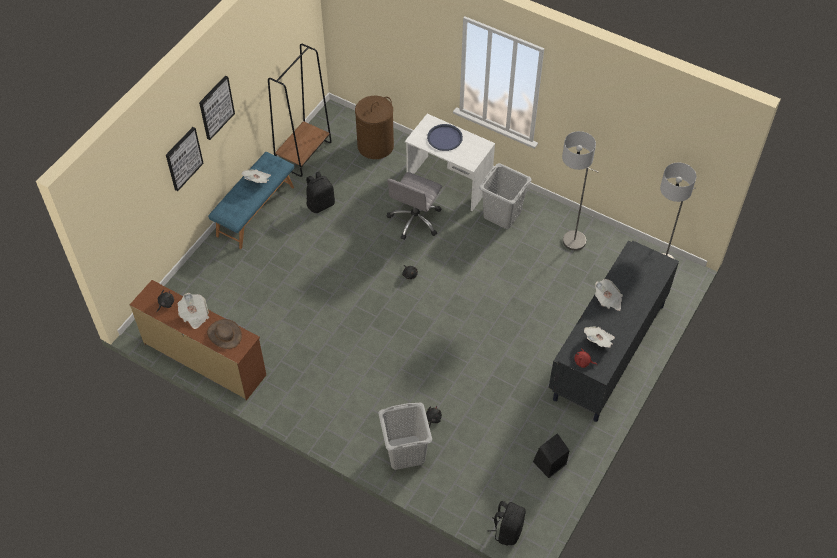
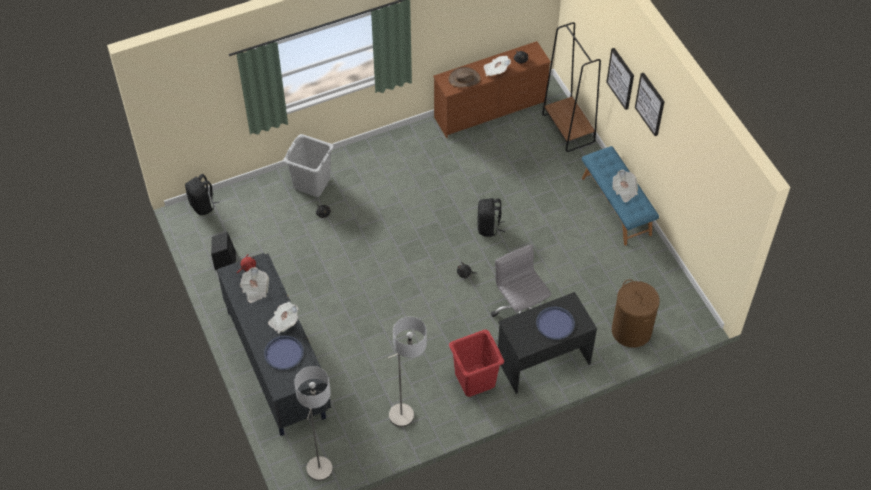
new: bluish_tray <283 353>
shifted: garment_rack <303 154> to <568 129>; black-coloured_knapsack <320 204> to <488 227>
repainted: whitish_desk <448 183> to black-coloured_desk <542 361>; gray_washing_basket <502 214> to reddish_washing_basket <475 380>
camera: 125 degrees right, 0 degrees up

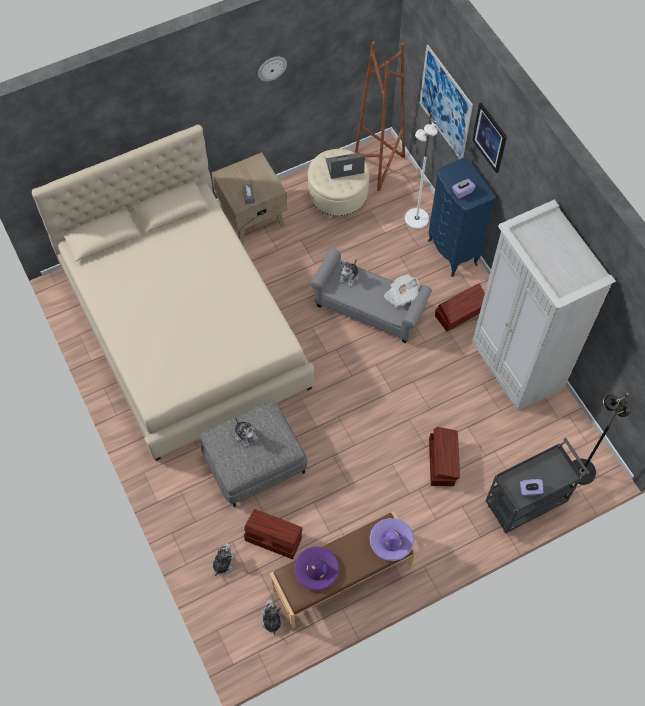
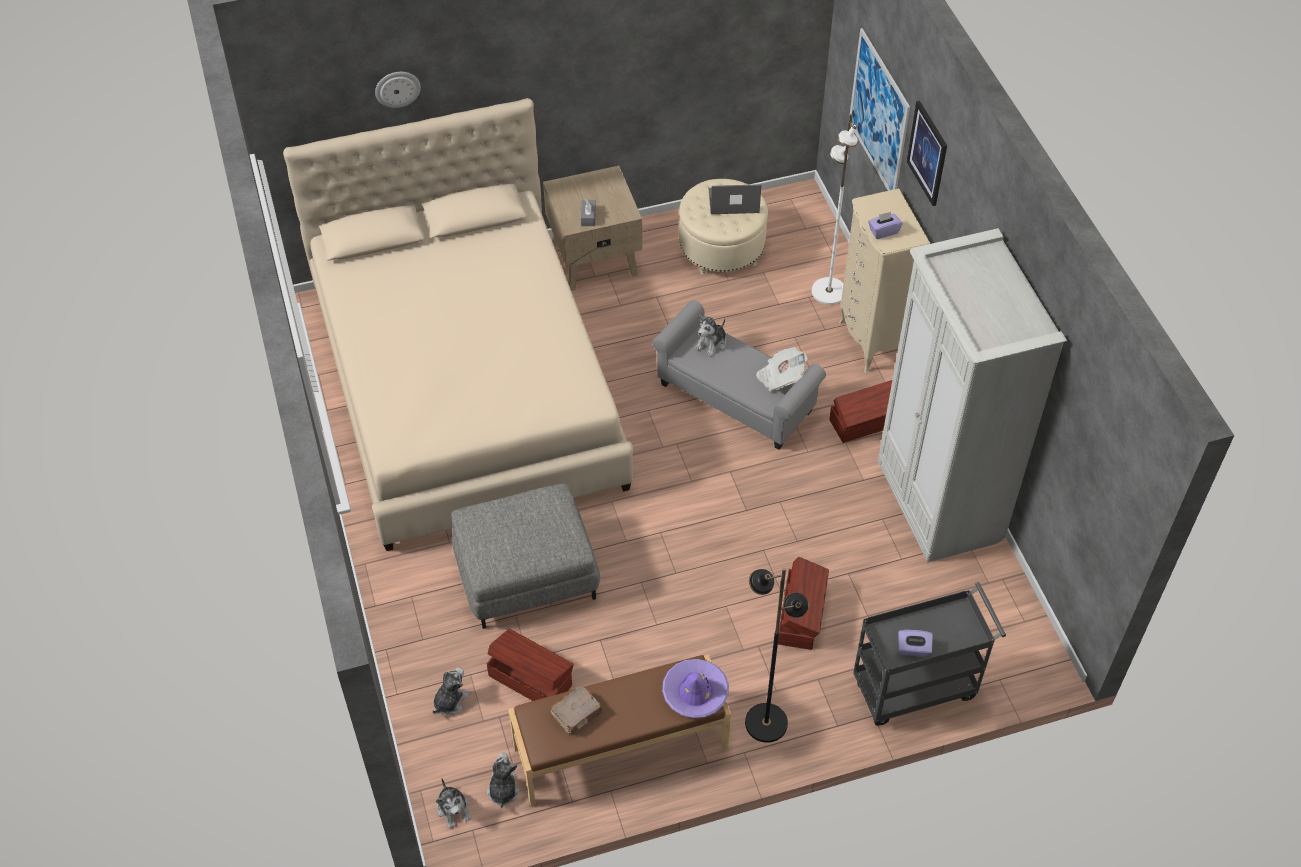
gone: brown-coloured_garment_rack <379 168>
shifted: clock_on_the_wall <271 68> to <397 88>; black-coloured_standing_lamp <581 471> to <765 722>; cuddly_toy <245 434> to <454 809>
swapped: purple_hat <317 570> to brown-coloured_volume <577 714>
repainted: bluish_dresser <450 253> to beige-coloured_dresser <869 342>
camera: 10 degrees right, 10 degrees down

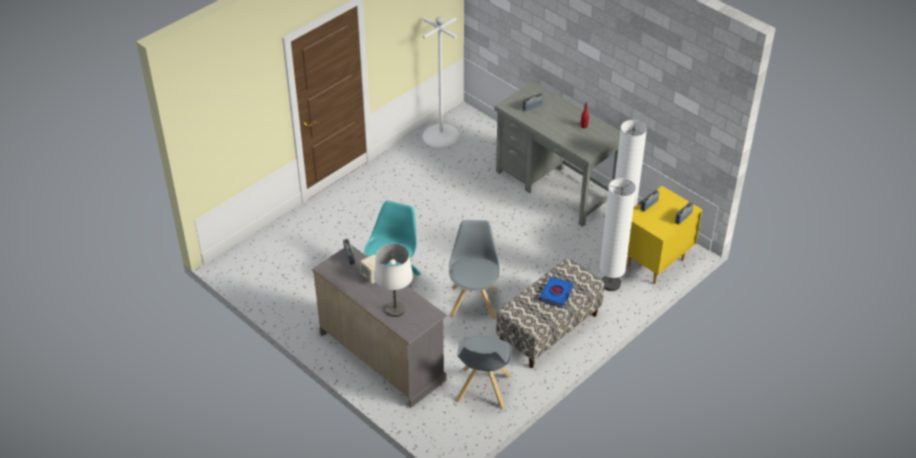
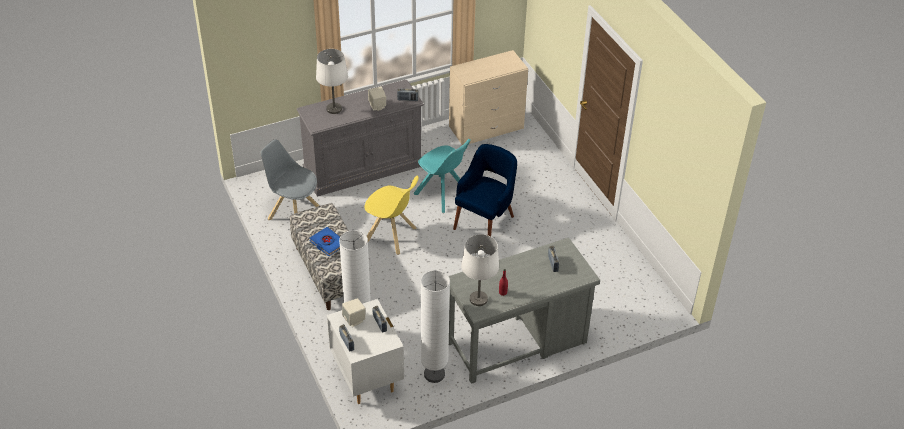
gone: whitish_garment_rack <441 136>
new: beige-coloured_dresser <486 129>; bluish_armchair <485 221>; whitish_tabletop_lamp <478 299>; beige-coloured_audio_speaker <354 320>
repainted: yellowish_bedside_table <654 263> to whitish_bedside_table <367 379>; gray_upright_chair <474 301> to yellowish_upright_chair <391 236>
camera: 110 degrees right, 0 degrees up

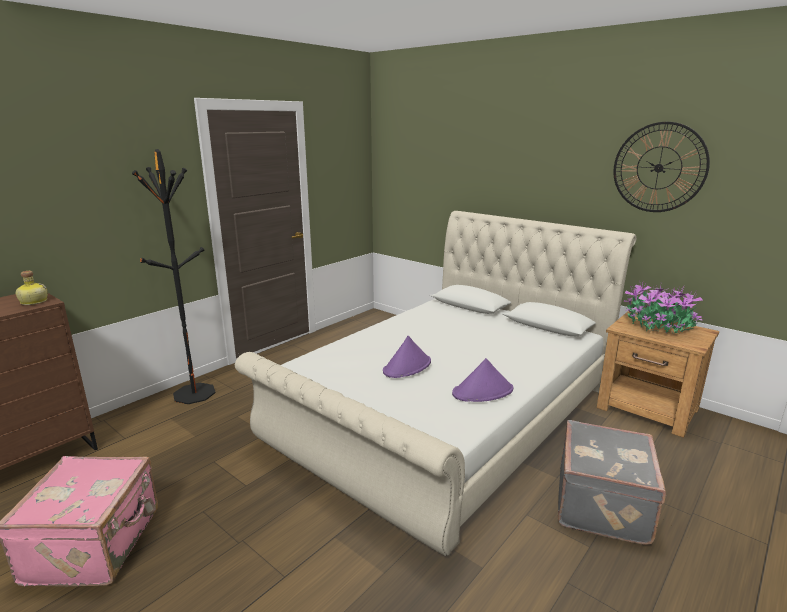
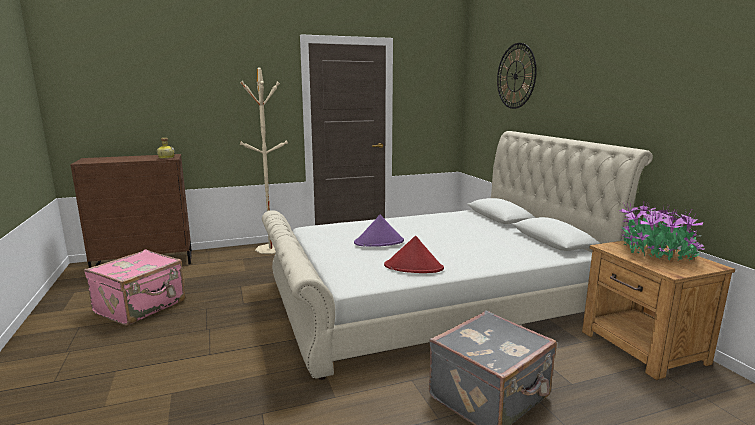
shifted: clock_on_the_wall <659 168> to <515 76>
repainted: black-coloured_garment_rack <194 393> to beige-coloured_garment_rack <270 249>; purple_hat <483 392> to reddish_hat <414 267>
camera: 30 degrees right, 5 degrees down

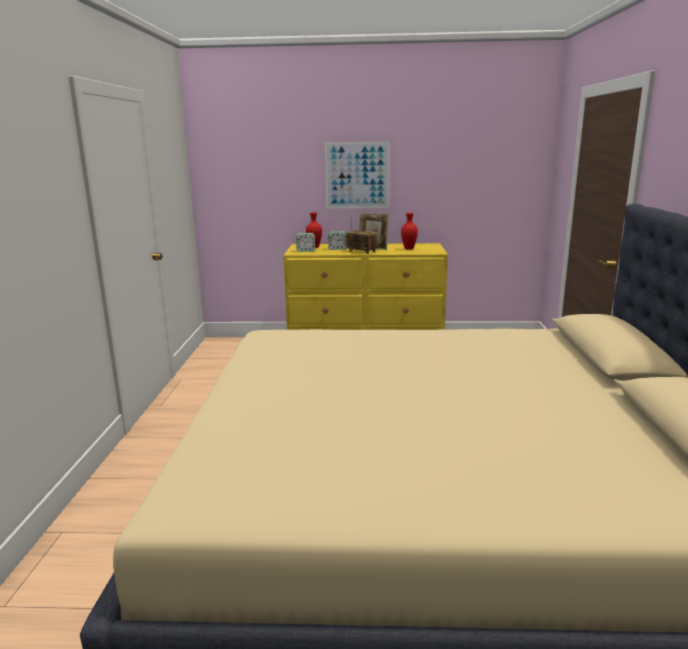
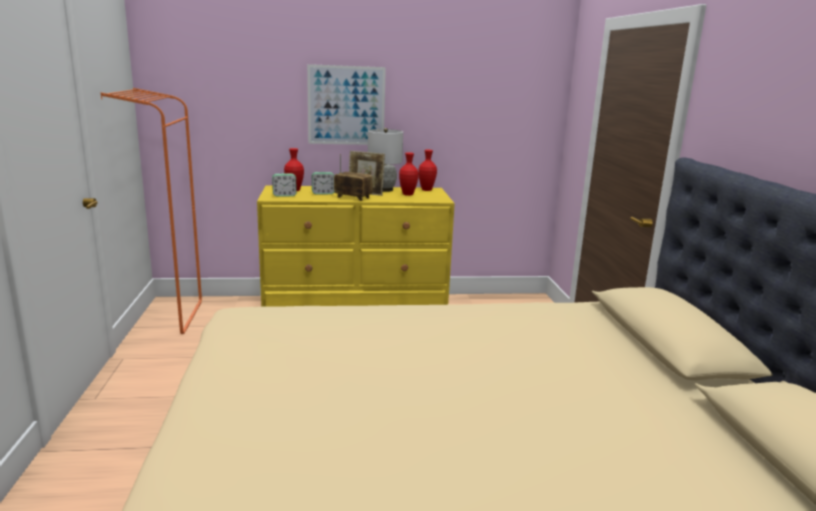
new: orange_garment_rack <169 317>; whitish_tabletop_lamp <384 189>; reddish_flower_vase <426 190>
camera: 10 degrees left, 0 degrees up

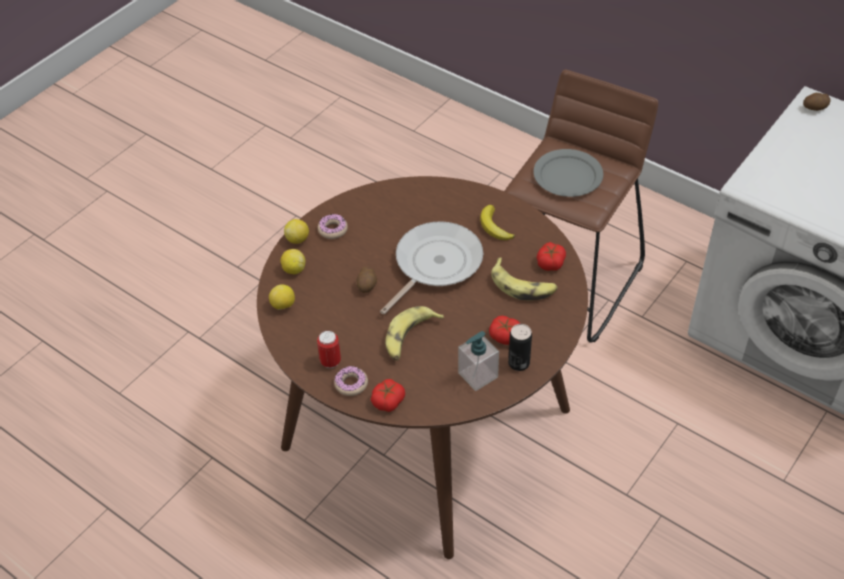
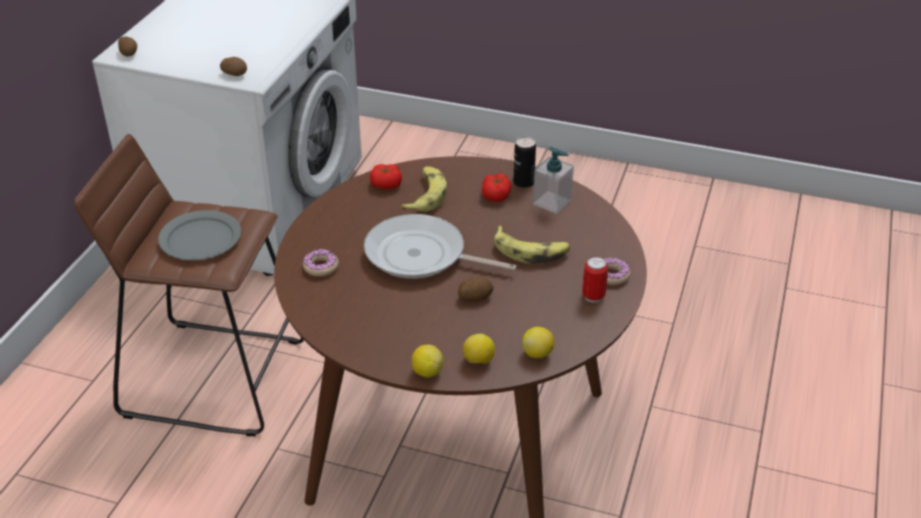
gone: whole_banana <494 227>; tomato <388 401>
new: potato <235 73>
shifted: doughnut <333 230> to <321 267>
camera: 110 degrees left, 10 degrees down

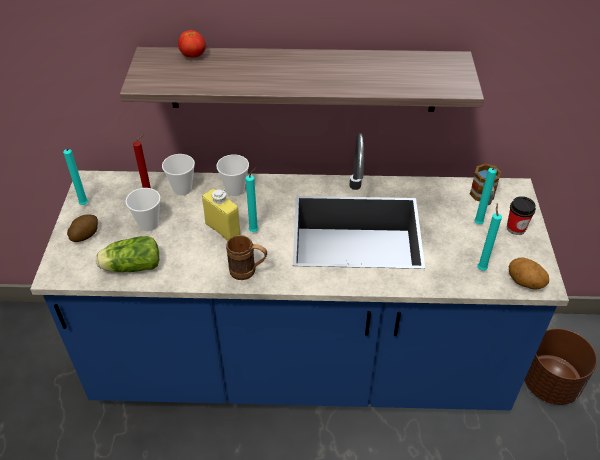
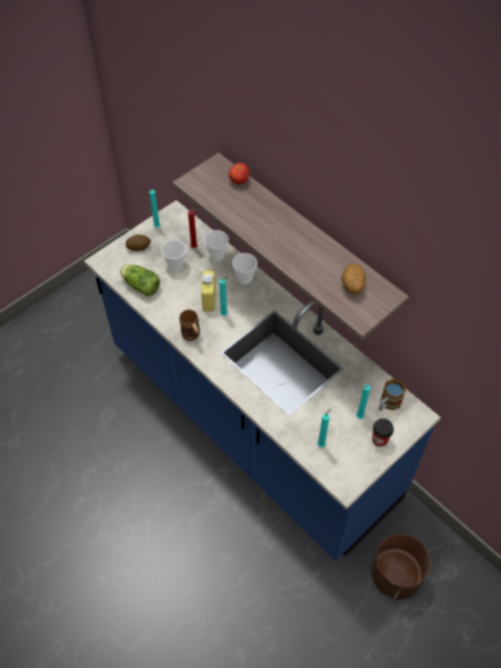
shifted: potato <524 283> to <352 286>
camera: 45 degrees right, 10 degrees up

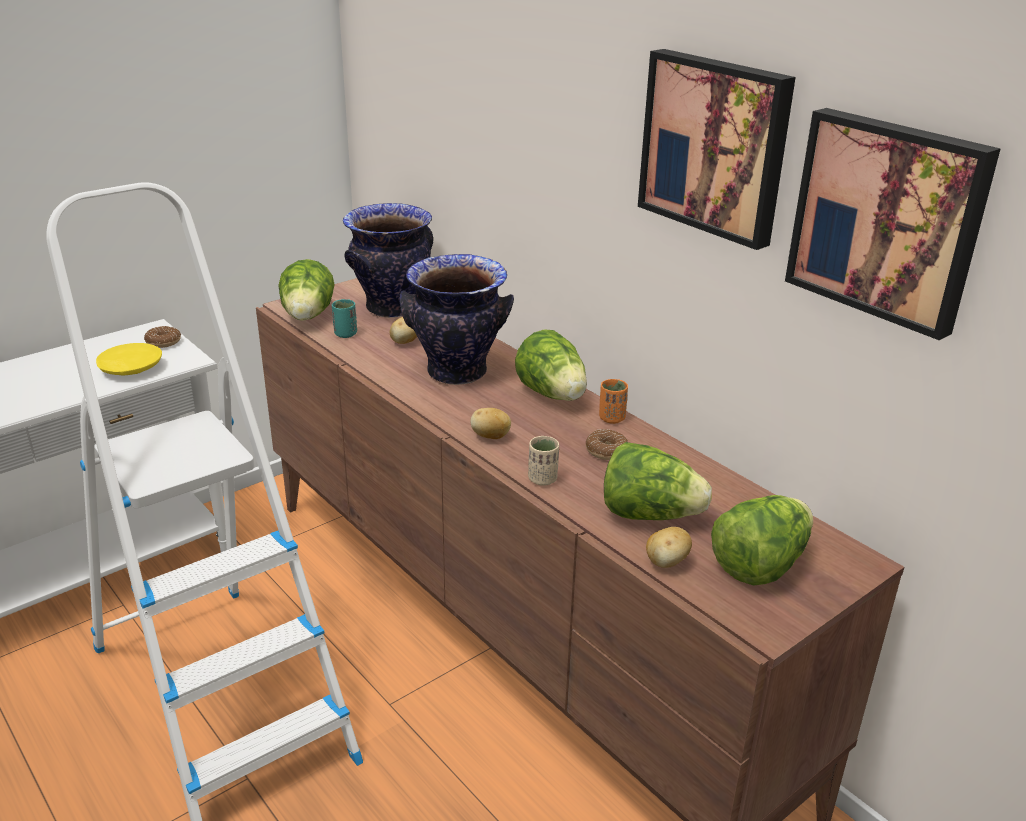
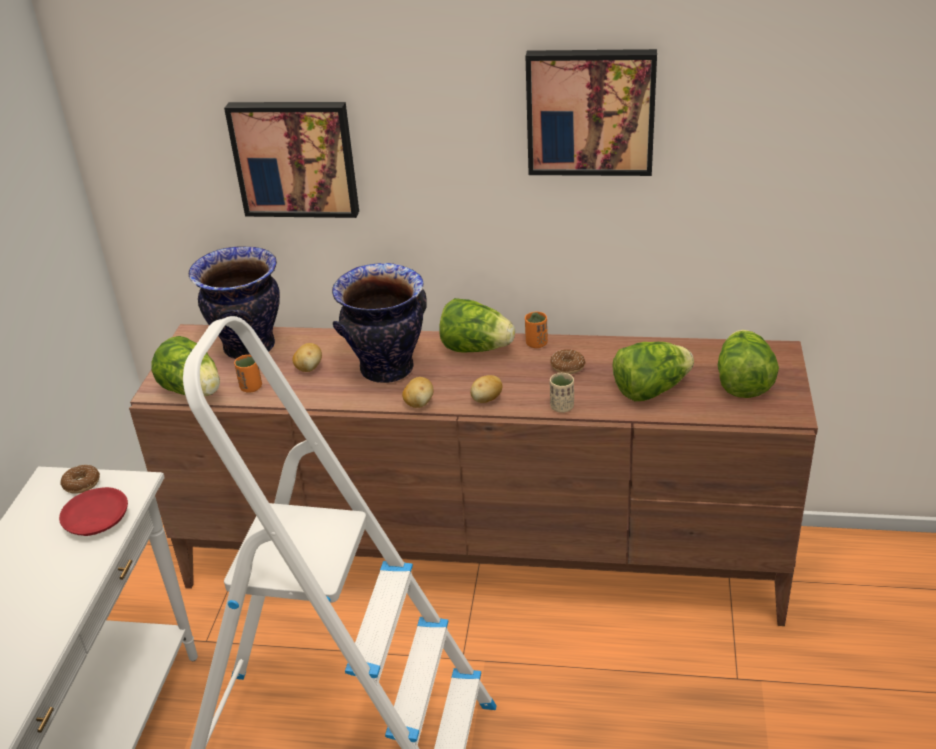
shifted: wall_picture <888 219> to <295 158>; potato <666 562> to <419 403>
repainted: turquoise-coloured_small_cup <345 334> to orange_small_cup <251 387>; yellowish_dinner_plate <130 368> to reddish_dinner_plate <96 520>
camera: 40 degrees left, 5 degrees up

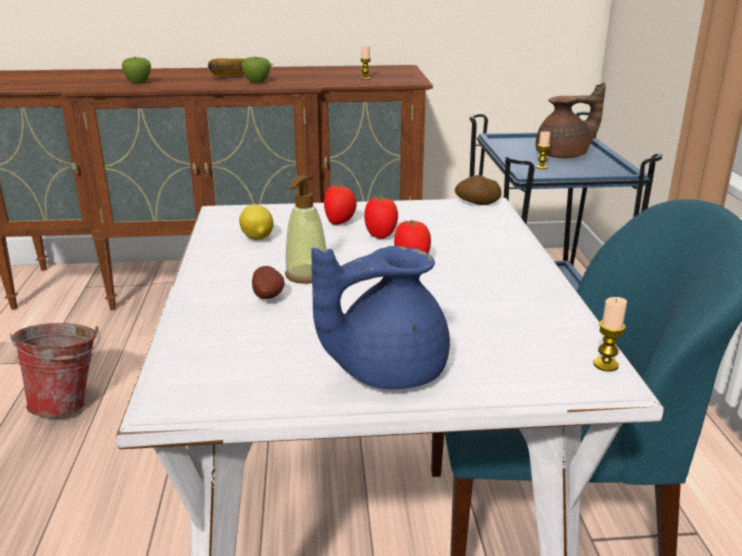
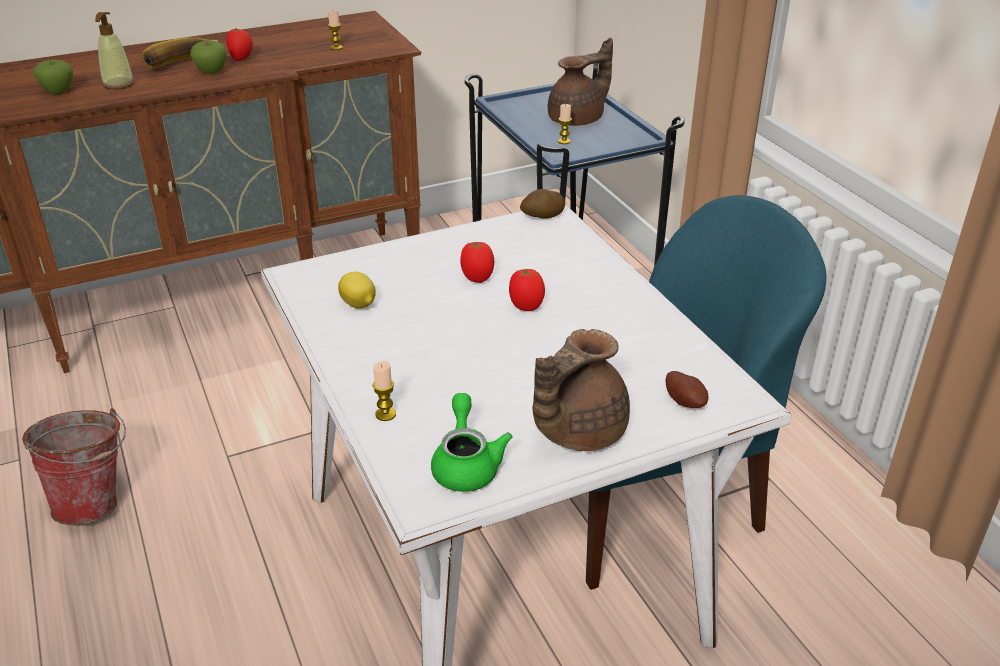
new: greenish_tea_pot <466 464>
shifted: soap_dispenser <306 275> to <118 84>; tomato <340 222> to <241 59>; potato <269 296> to <685 401>; wax_light <605 365> to <385 414>
repainted: bluish_tea_pot <385 370> to brown-coloured_tea_pot <576 431>
camera: 20 degrees left, 10 degrees up

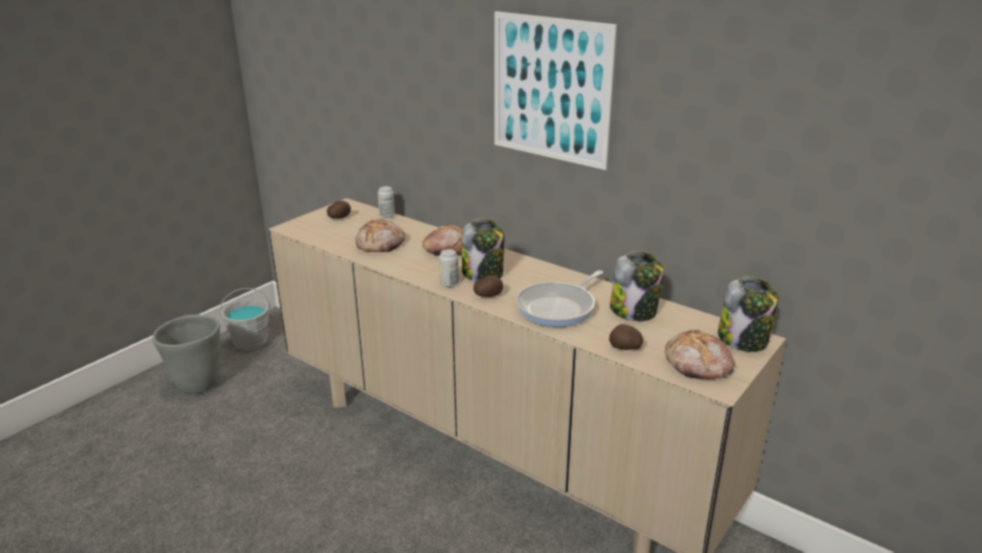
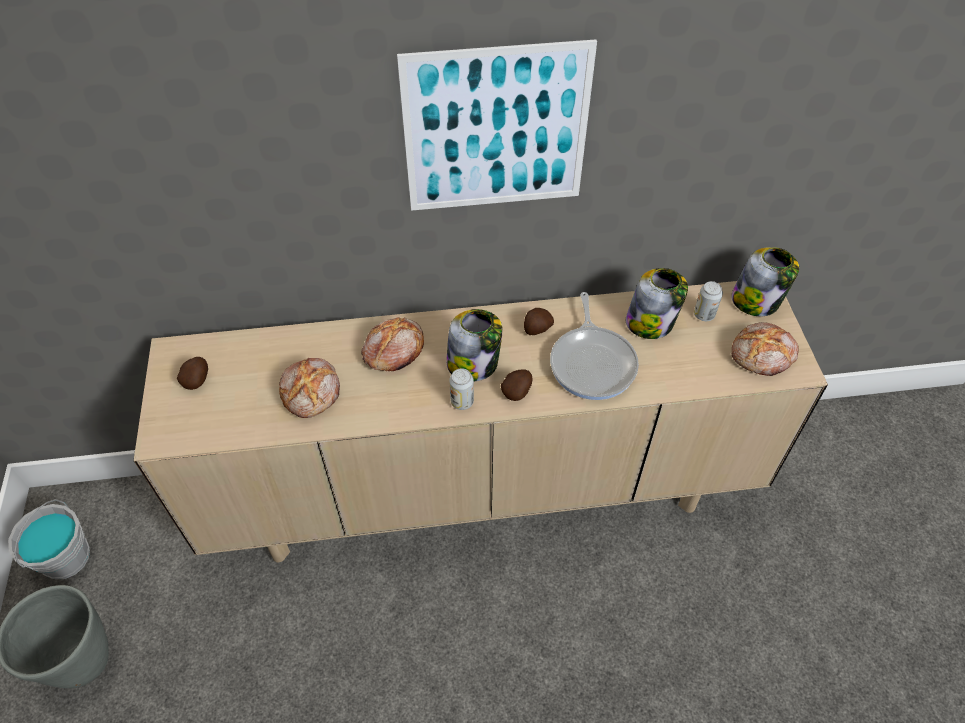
shifted: sealed_can <387 215> to <704 315>; potato <625 348> to <536 329>
camera: 45 degrees left, 25 degrees up

